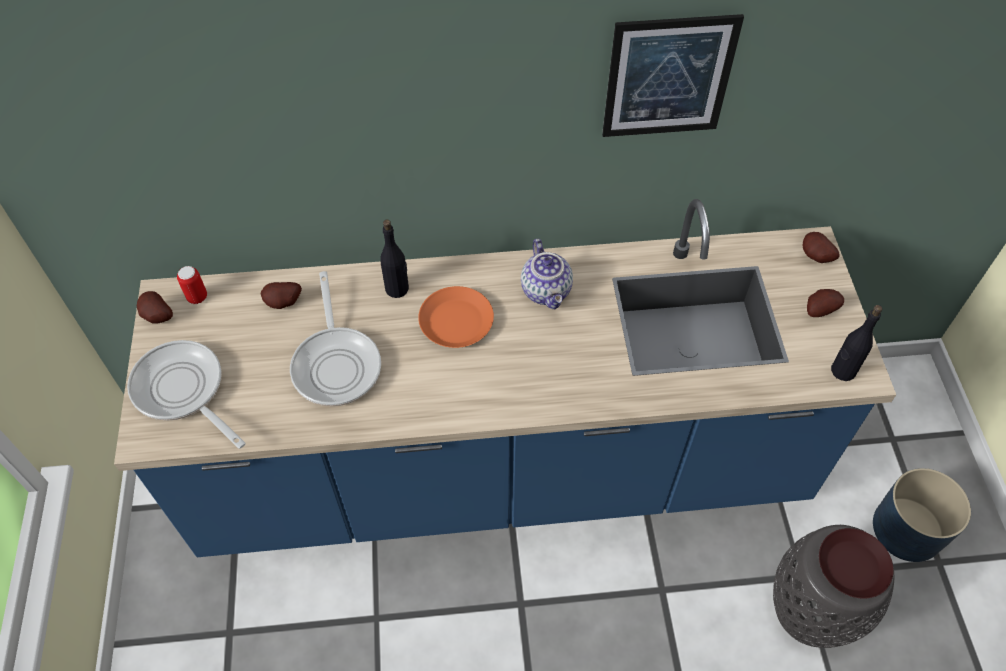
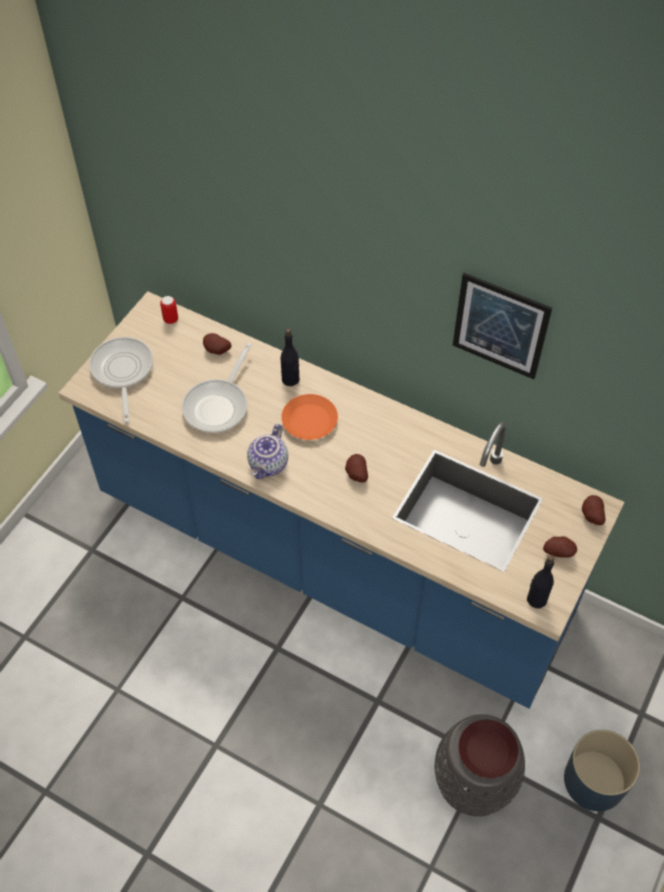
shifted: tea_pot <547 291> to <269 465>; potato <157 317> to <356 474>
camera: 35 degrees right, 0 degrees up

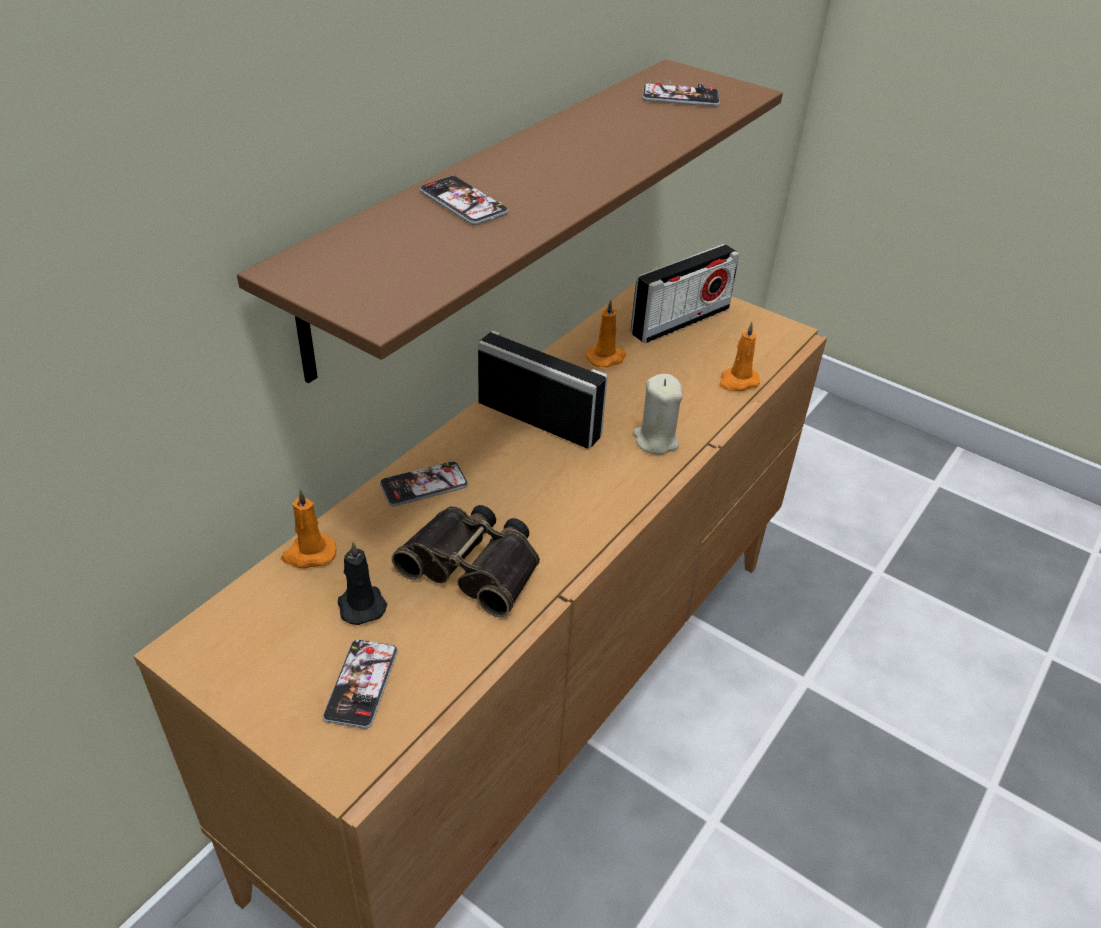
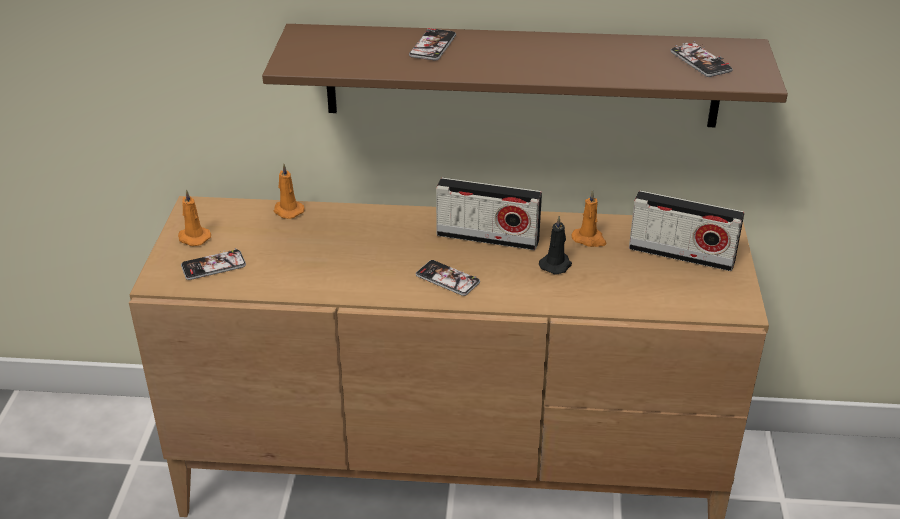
gone: beige-coloured_wax_light <655 440>; field_glasses <475 565>
shifted: orange_wax_light <737 381> to <193 238>; phone <424 485> to <447 279>; black-coloured_wax_light <361 604> to <556 264>
rotated: radio <539 419> = <487 238> 105 degrees clockwise
camera: 60 degrees right, 5 degrees down

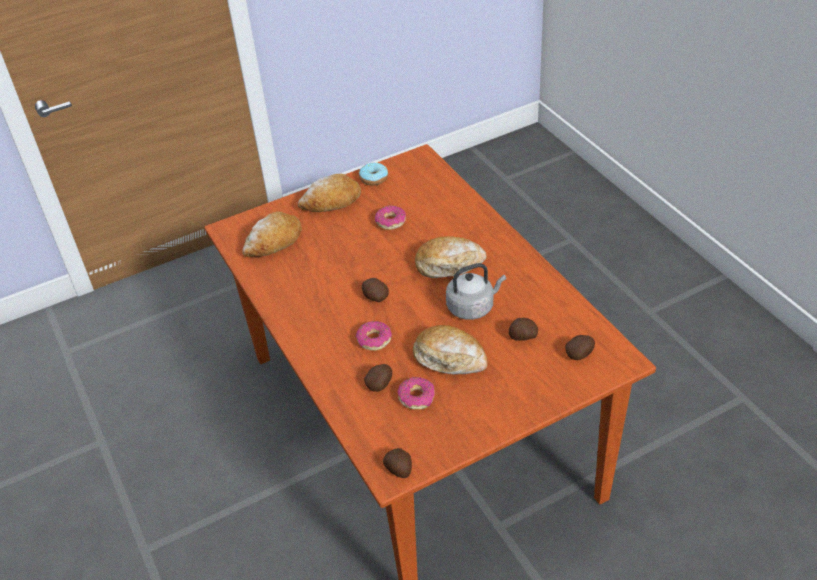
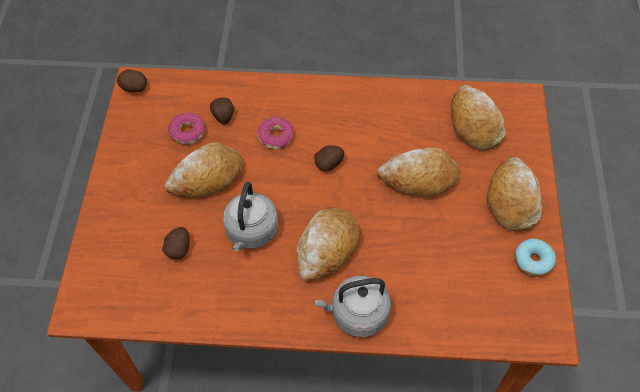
gone: doughnut <390 222>; potato <580 354>
new: baked_bread <418 179>; gray_kettle <356 314>
camera: 120 degrees right, 15 degrees up

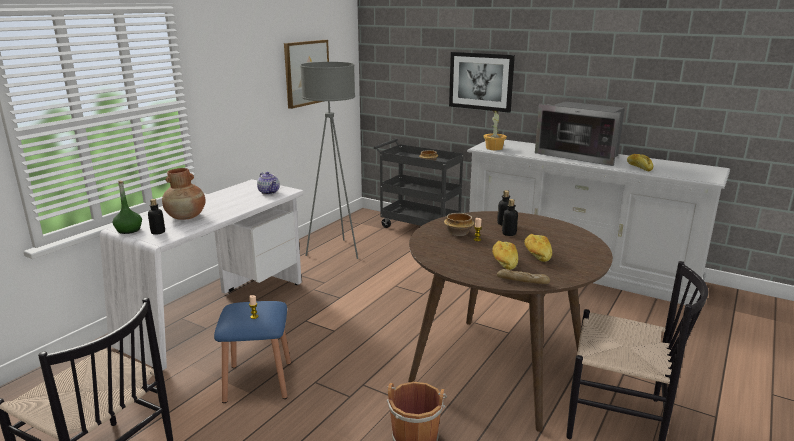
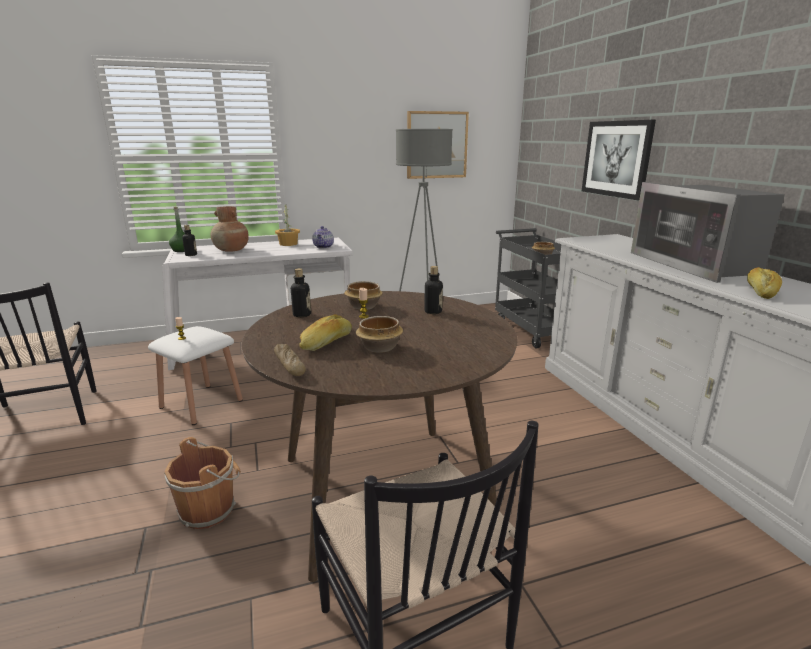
shifted: potted_plant <494 148> to <288 244>; bottle <509 233> to <302 314>
swapped: baked_bread <536 255> to deep_dish <380 348>
repainted: bluish_sitting_stool <258 381> to whitish_sitting_stool <201 404>
camera: 40 degrees right, 0 degrees up

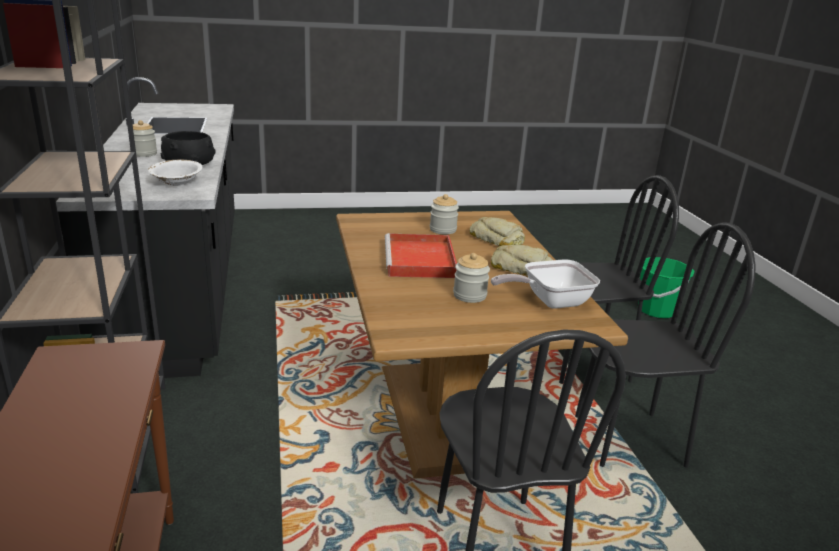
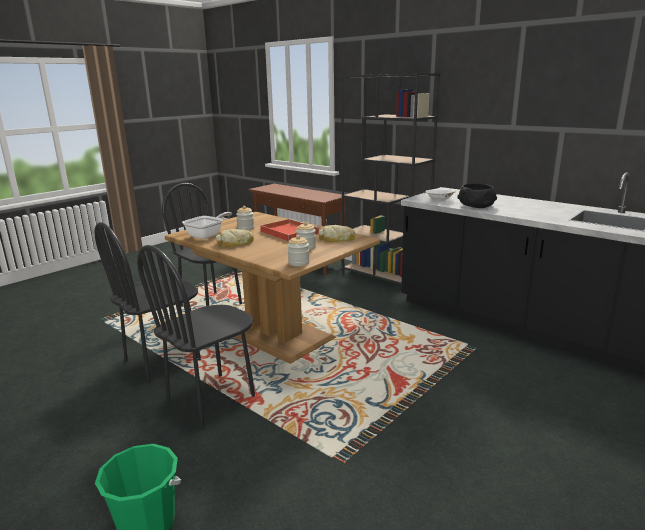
shifted: preserve_jar <144 154> to <299 263>; baked_bread <497 239> to <336 239>
camera: 145 degrees right, 5 degrees down

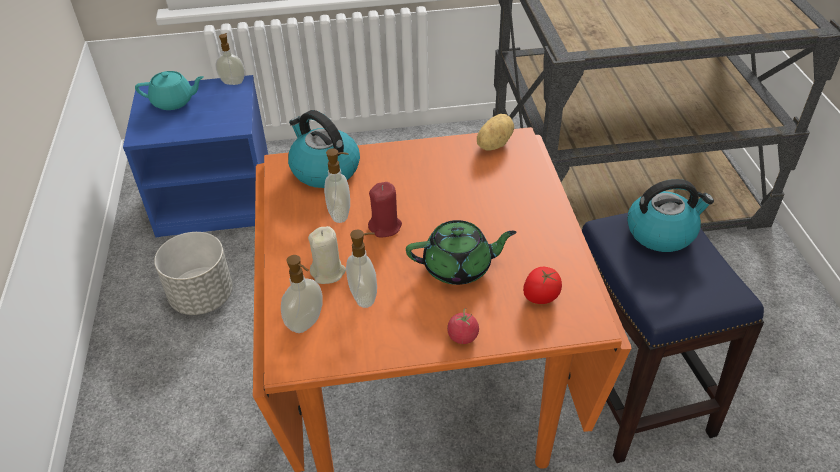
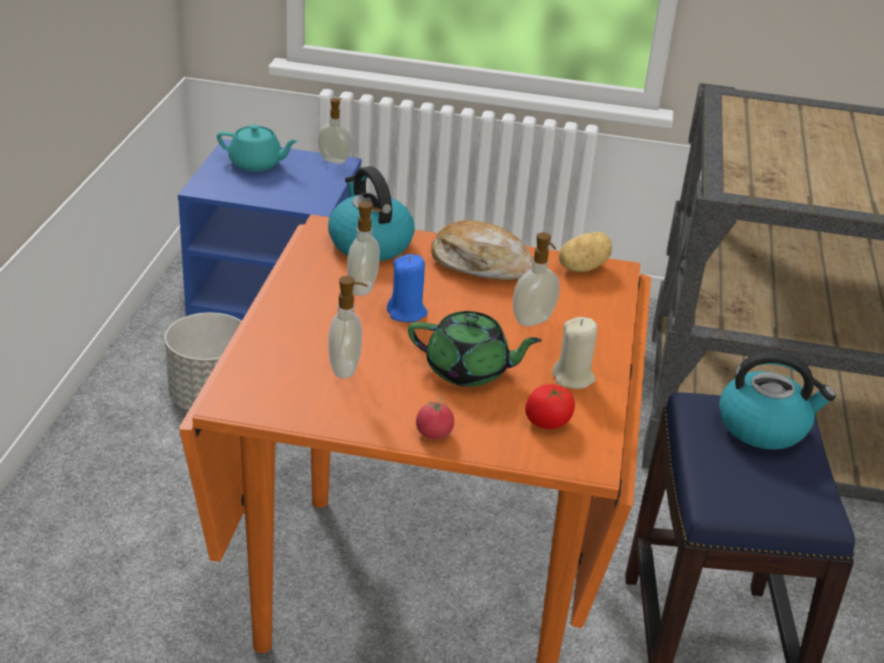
new: baked_bread <480 264>
shifted: beige-coloured_wax_light <328 272> to <573 378>; soap_dispenser <306 323> to <534 321>
repainted: reddish_wax_light <385 227> to bluish_wax_light <407 312>
camera: 15 degrees right, 10 degrees down

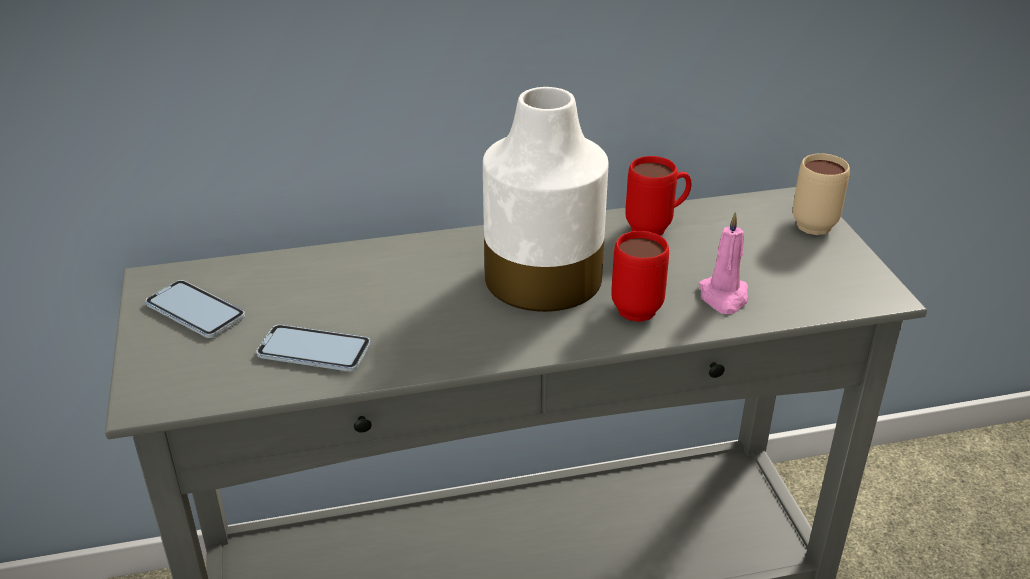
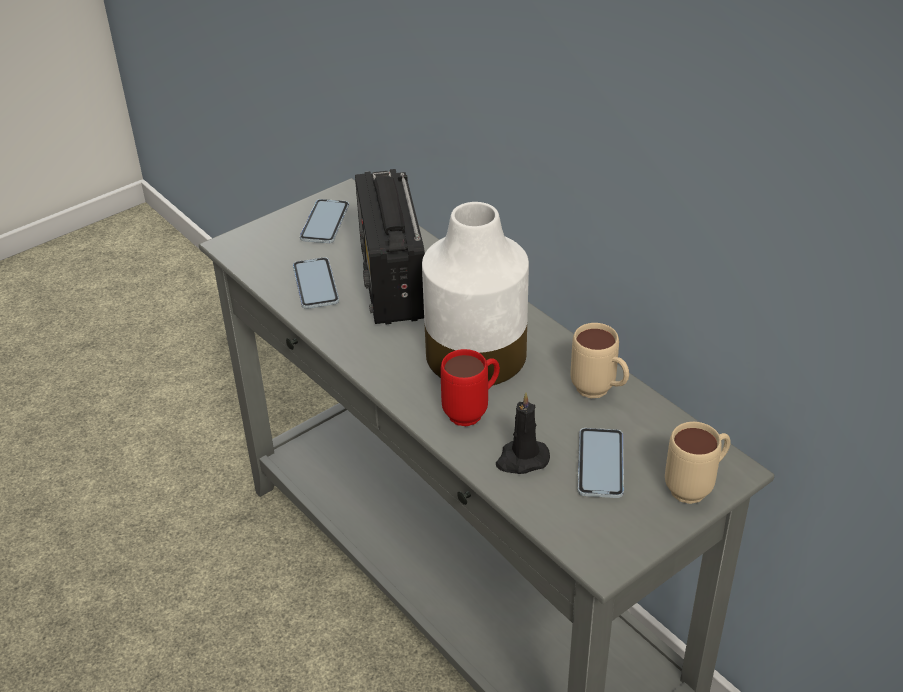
new: radio <392 283>; phone <600 464>
repainted: reddish_tea_mug <657 228> to beige-coloured_tea_mug <599 393>; pink_wax_light <724 297> to black-coloured_wax_light <521 459>
camera: 65 degrees right, 5 degrees up

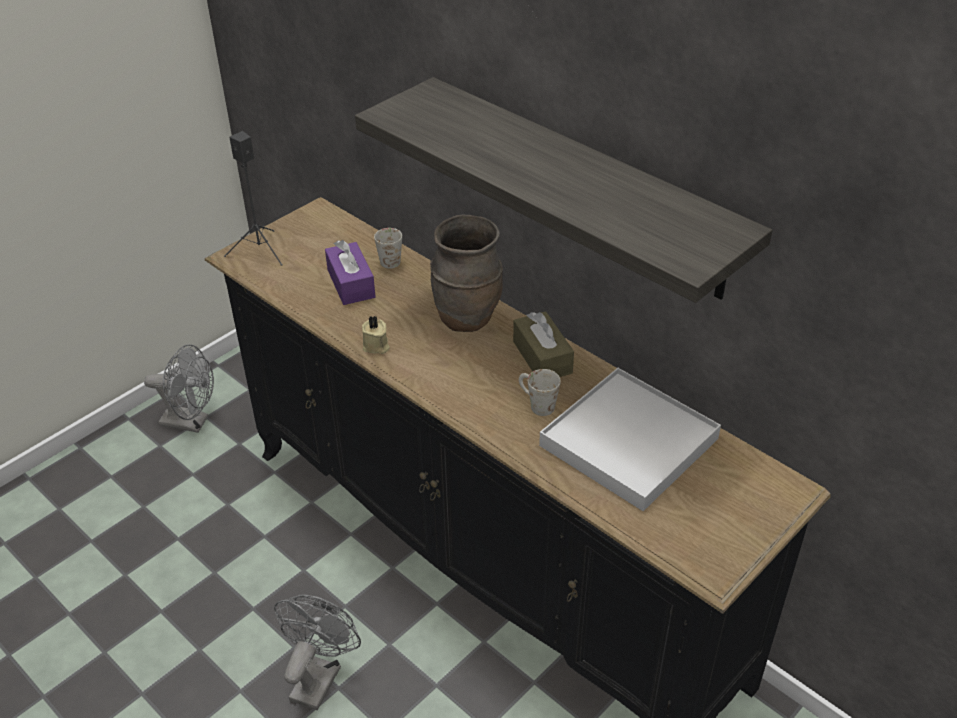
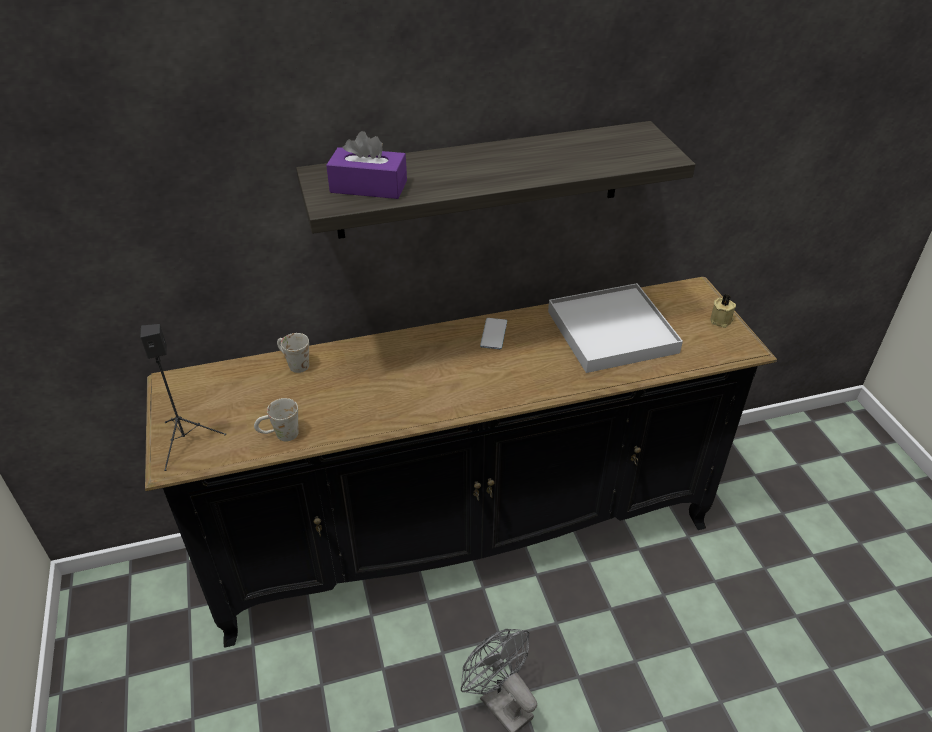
gone: brown-coloured_flower_vase <467 318>; gray_fan <191 422>
shifted: purple_tissue_holder <351 283> to <368 186>; beige-coloured_wax_light <376 346> to <722 320>; whitish_tea_mug <536 404> to <280 435>
swapped: brown-coloured_tissue_holder <542 357> to phone <493 334>
camera: 60 degrees left, 0 degrees up

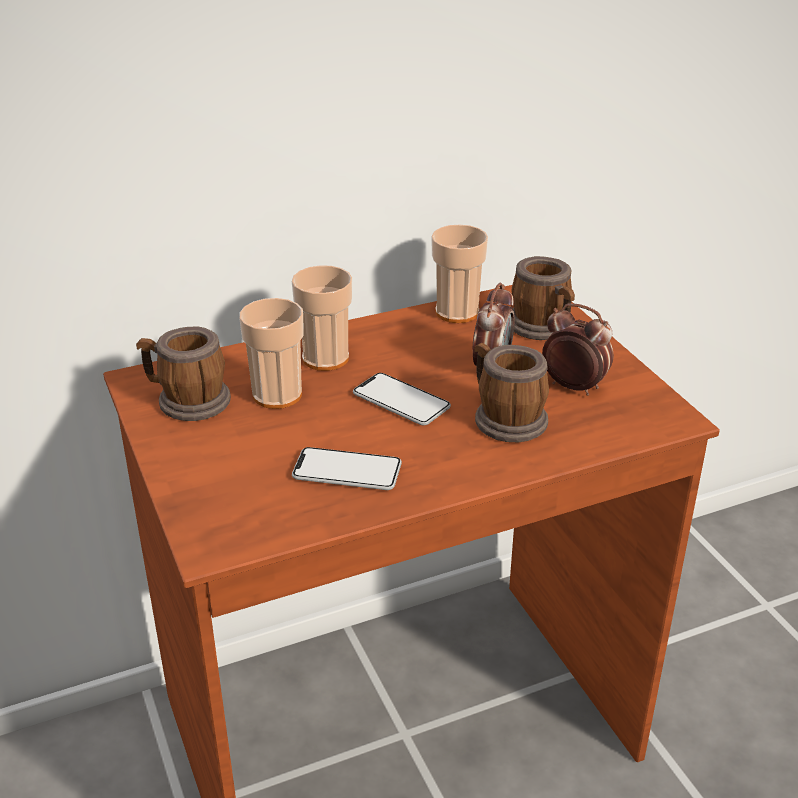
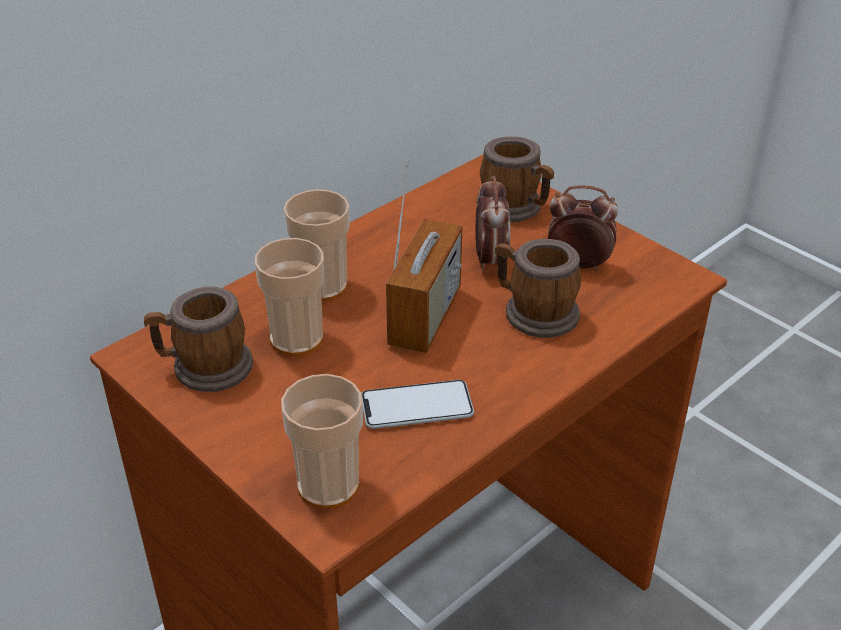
shifted: small_cup <457 312> to <328 485>
swapped: phone <401 401> to radio <425 317>
camera: 20 degrees left, 5 degrees up

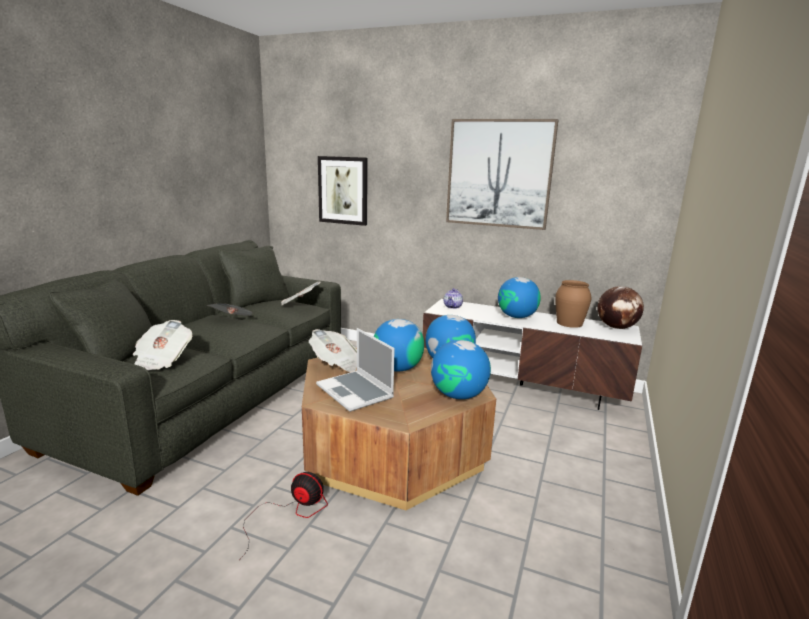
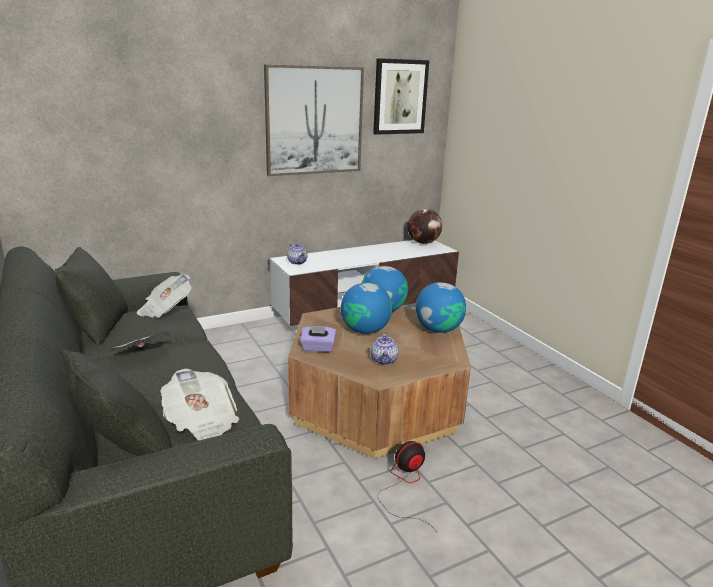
gone: globe <516 317>; brown-coloured_flower_vase <569 323>
shifted: wall_picture <343 190> to <400 97>
swapped: laptop <356 392> to tea_pot <384 360>; newspaper <336 363> to purple_tissue_holder <318 348>
camera: 50 degrees left, 5 degrees up

